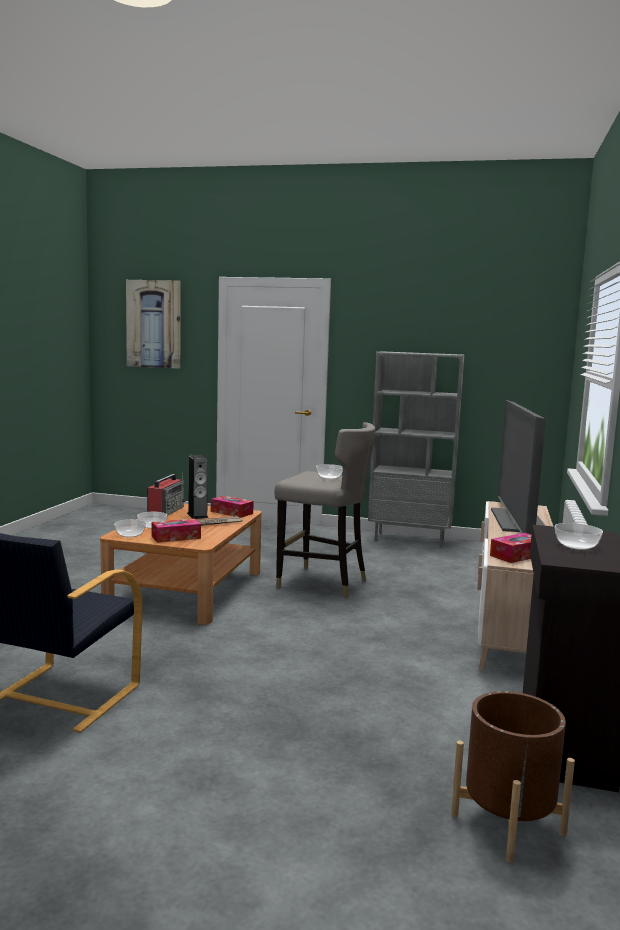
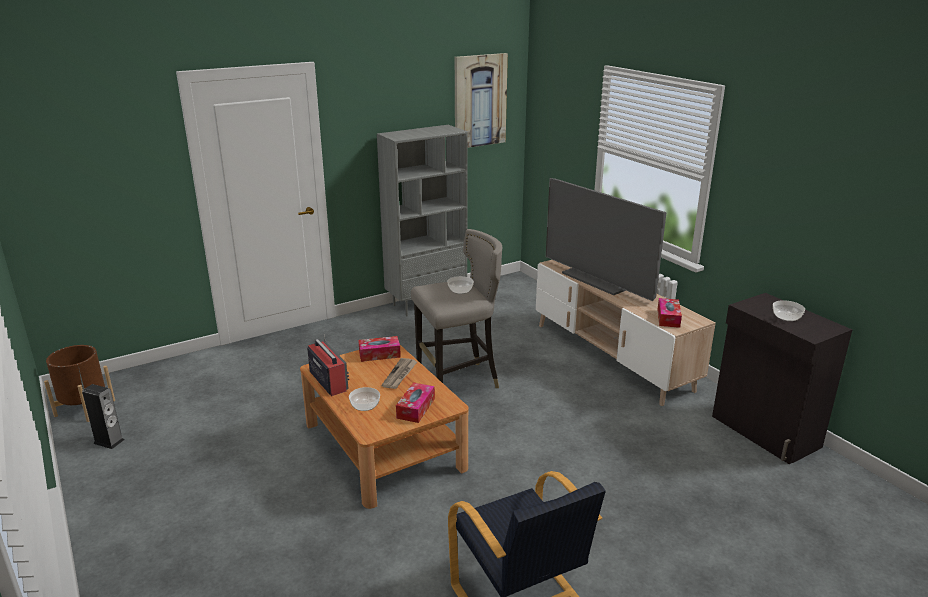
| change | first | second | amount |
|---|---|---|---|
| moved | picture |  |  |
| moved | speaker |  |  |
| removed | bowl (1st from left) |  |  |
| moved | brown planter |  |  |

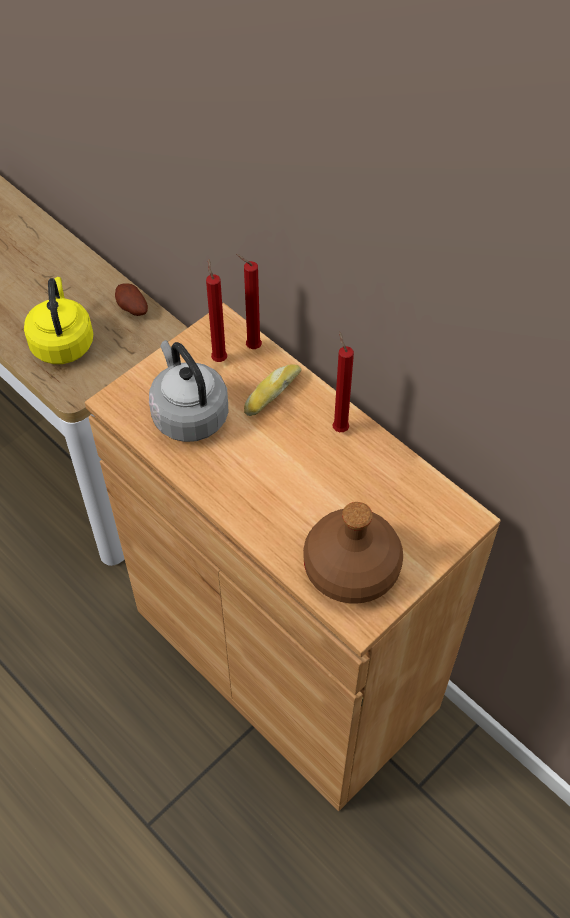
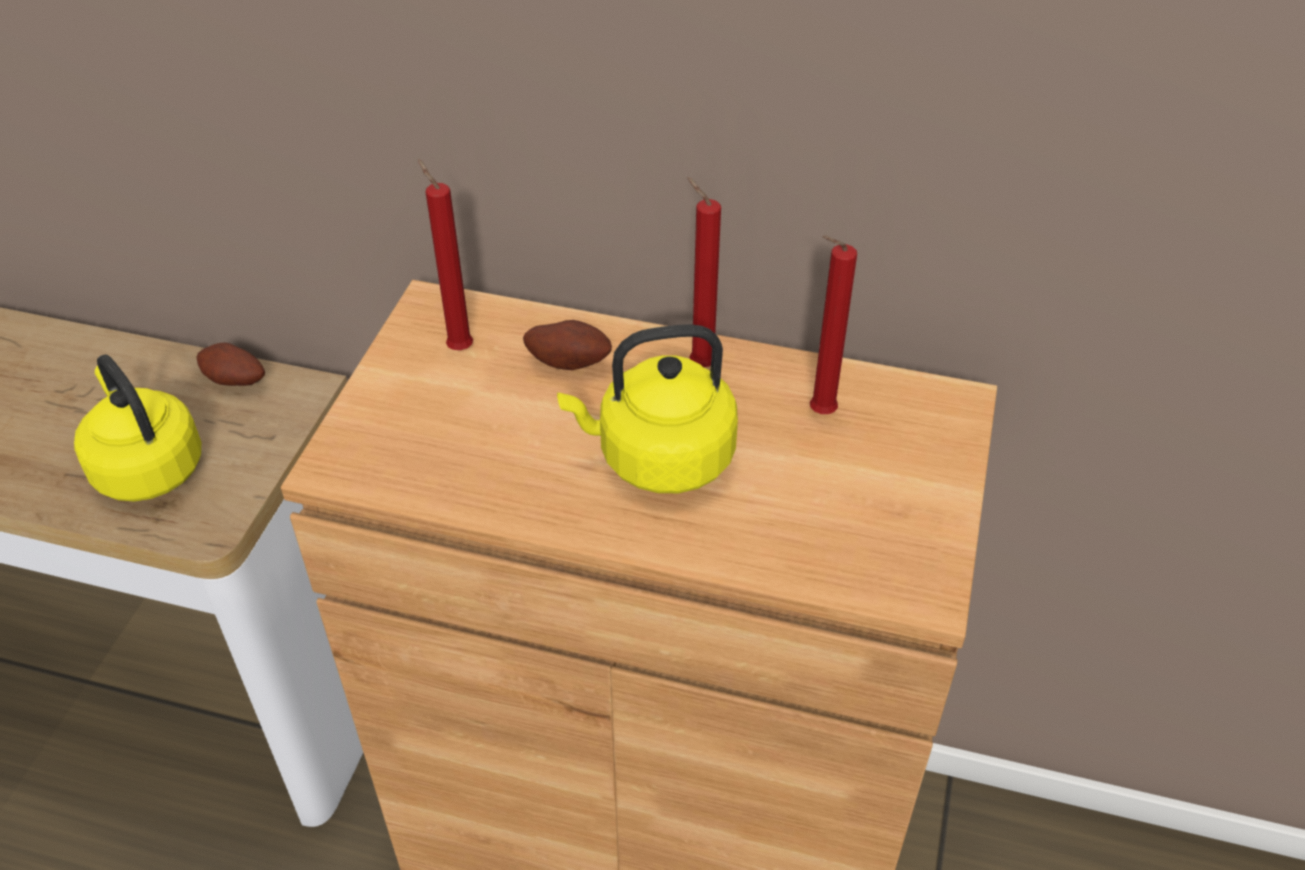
| change | first | second | amount |
|---|---|---|---|
| moved | red candle (2nd from left in the first image) | red candle (3rd from left) |  |
| removed | grey kettle |  |  |
| replaced | bread | potato (2nd from left) |  |
| removed | brown bottle |  |  |
| added |  | yellow kettle (2nd from left) |  |

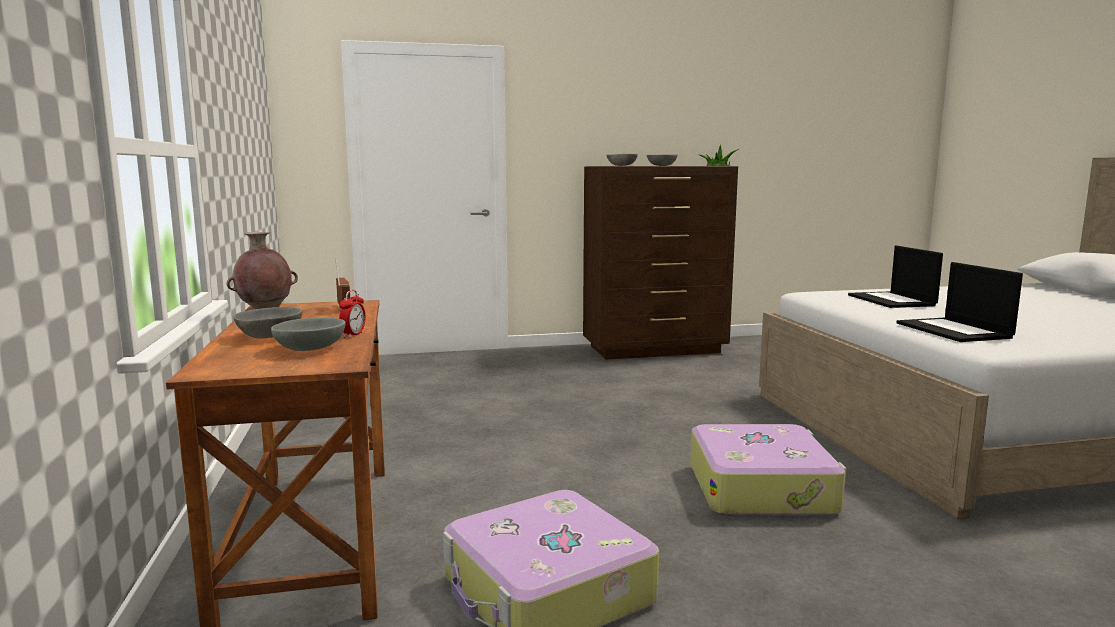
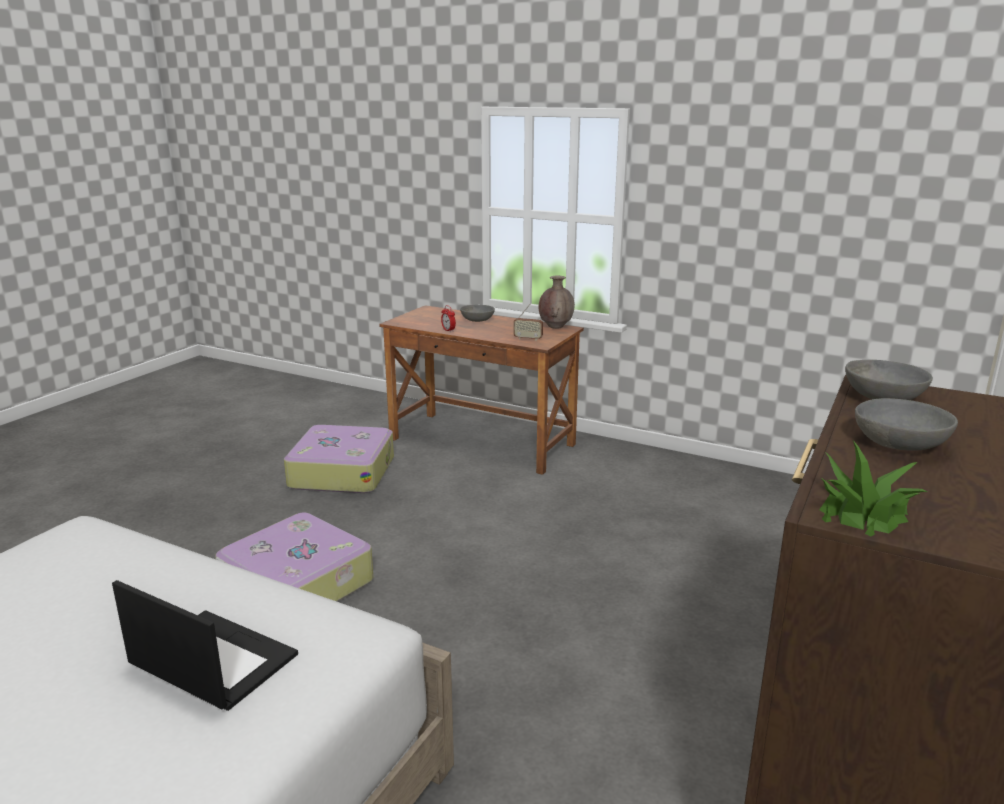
| change | first | second | amount |
|---|---|---|---|
| removed | laptop (2nd from left) |  |  |
| removed | grey bowl (2nd from left) |  |  |

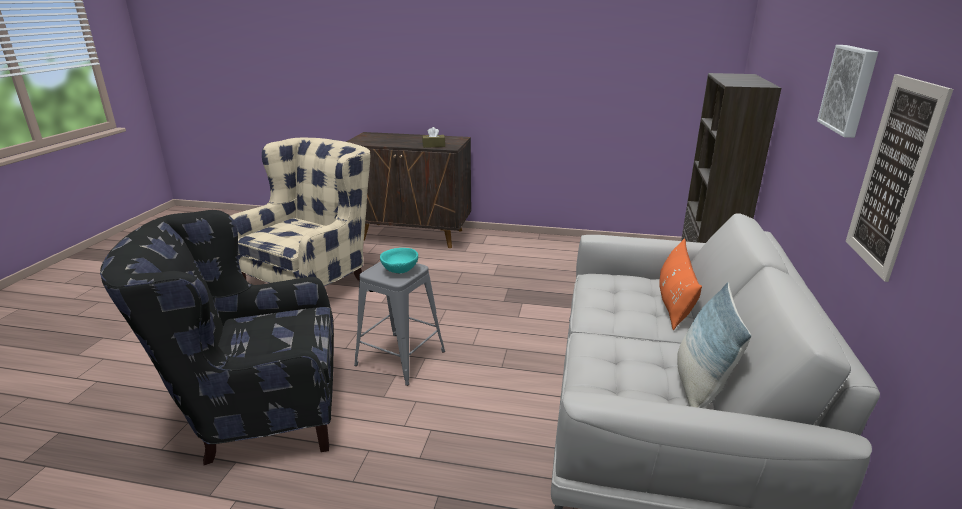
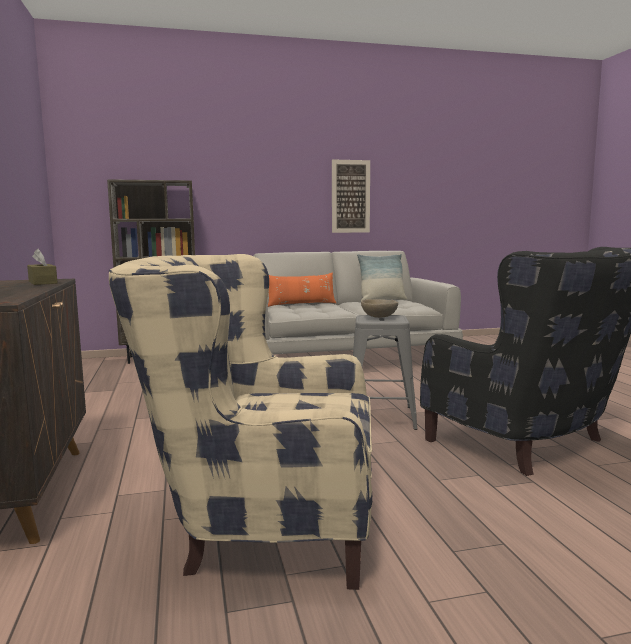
| change | first | second | amount |
|---|---|---|---|
| removed | picture (1st from left) |  |  |
| recoloured | turquoise bowl | beige bowl |  |

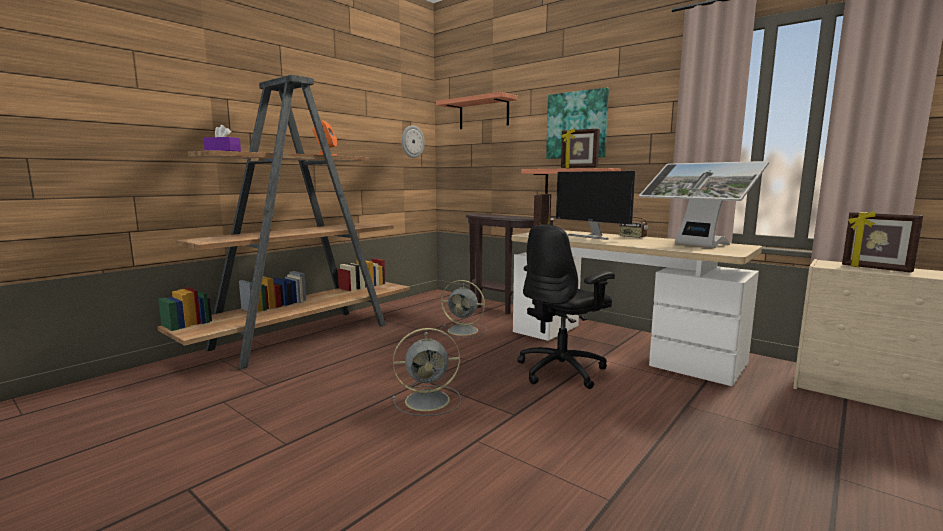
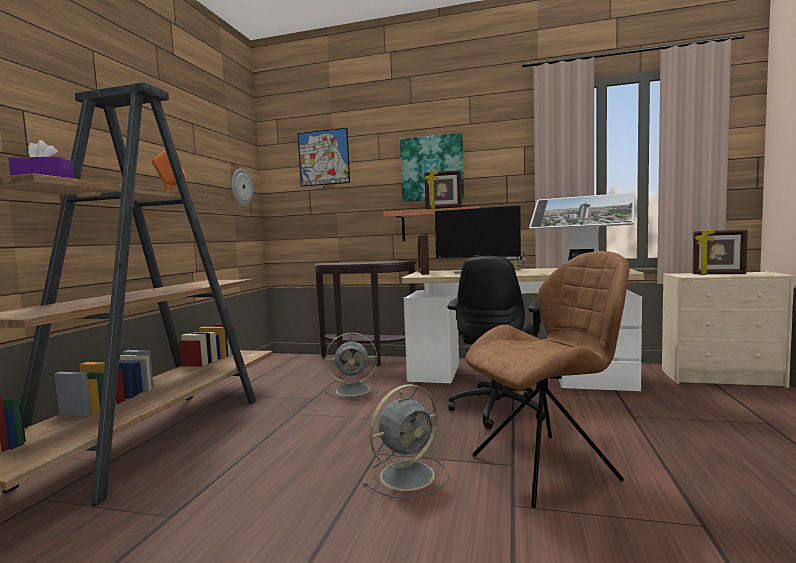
| change | first | second | amount |
|---|---|---|---|
| replaced | shelf (1st from left) | picture (1st from left) |  |
| added |  | brown chair |  |

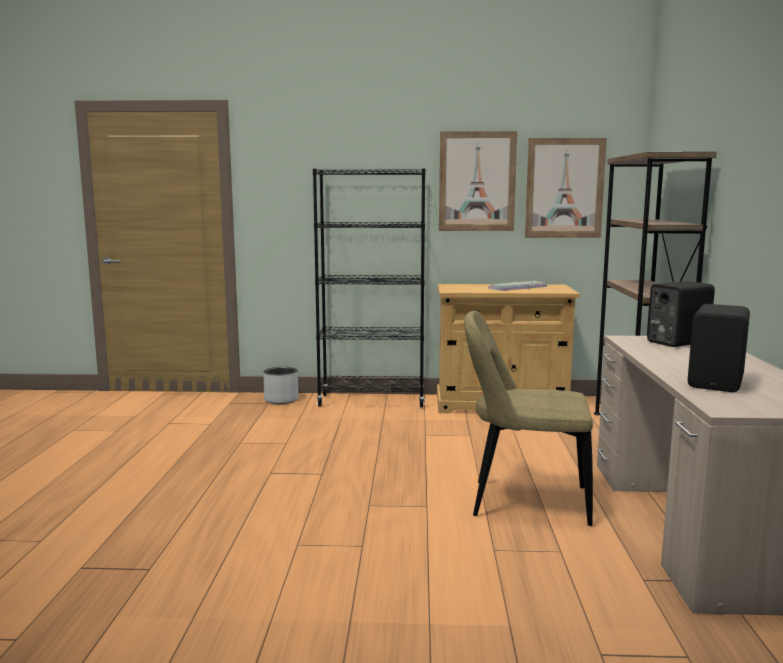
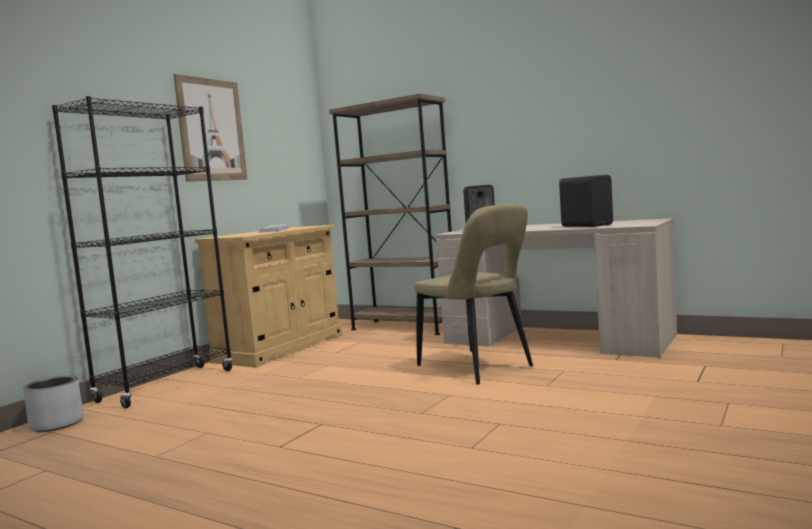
| change | first | second | amount |
|---|---|---|---|
| removed | picture (2nd from left) |  |  |
| turned | beige chair |  | 75 degrees counterclockwise |

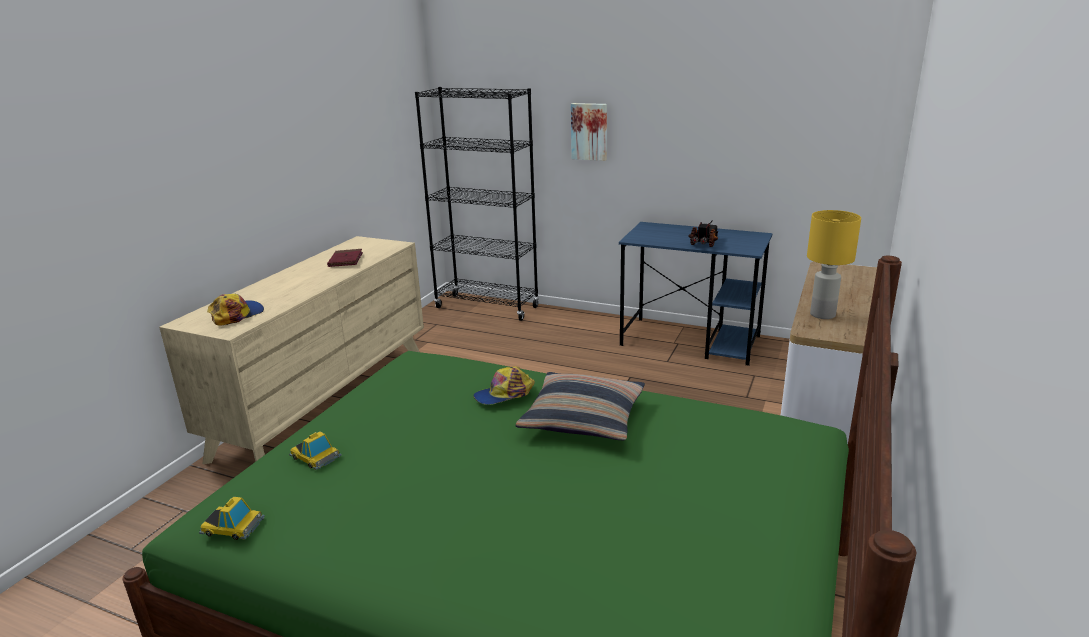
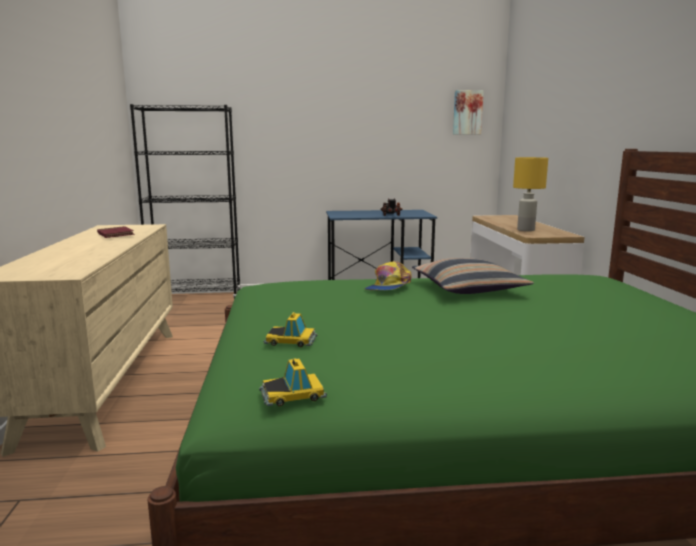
| change | first | second | amount |
|---|---|---|---|
| moved | picture |  |  |
| removed | cap (1st from left) |  |  |

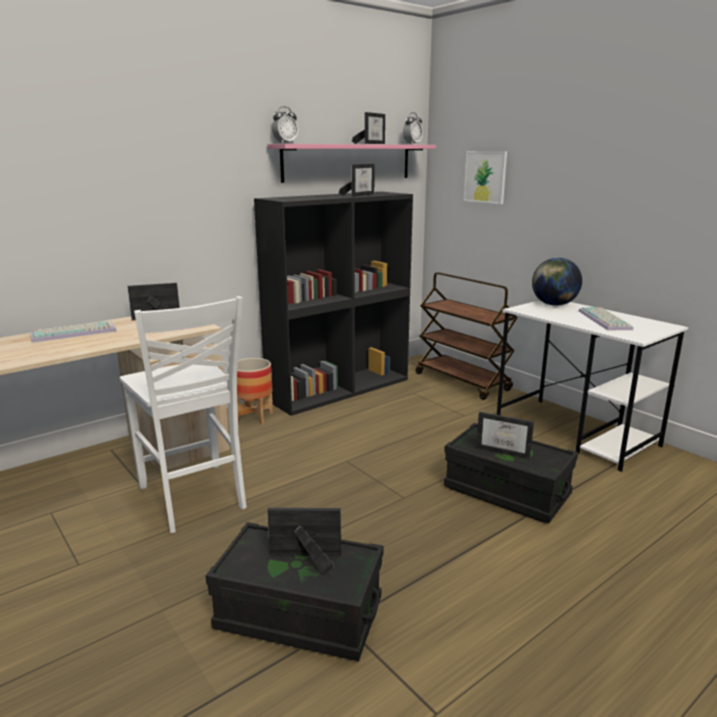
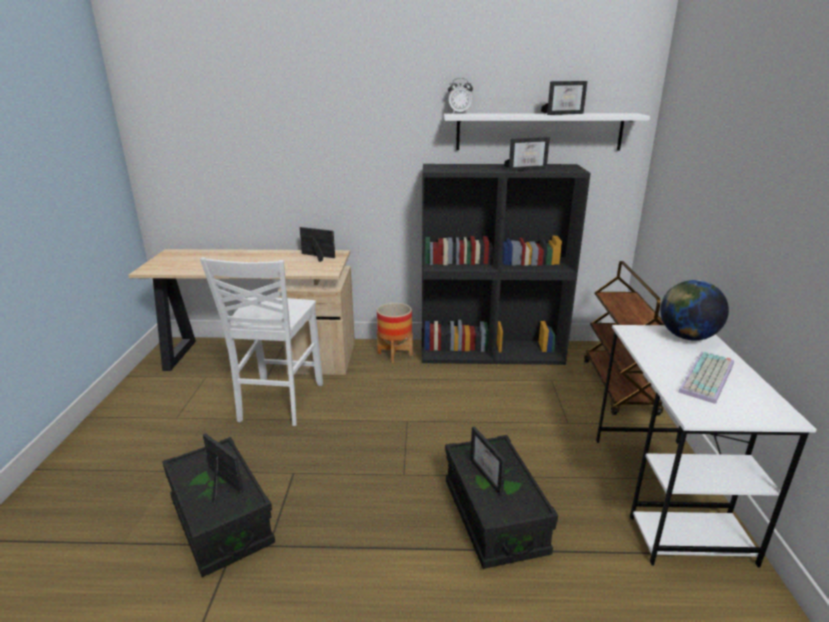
| change | first | second | amount |
|---|---|---|---|
| removed | alarm clock (2nd from left) |  |  |
| recoloured | pink shelf | white shelf |  |
| removed | picture |  |  |
| removed | keyboard (1st from left) |  |  |

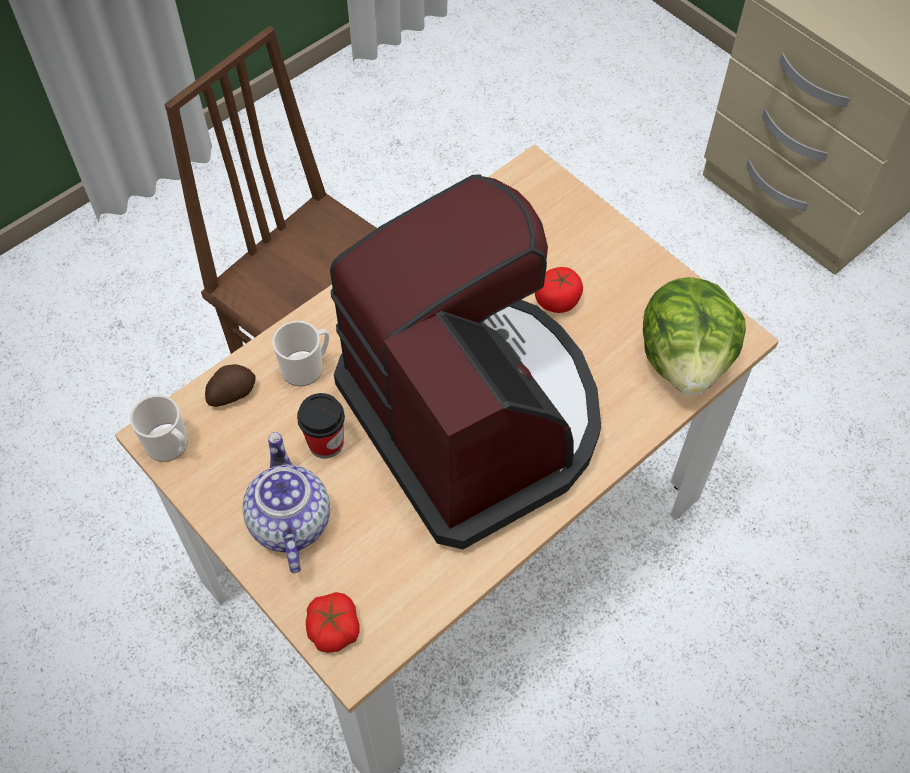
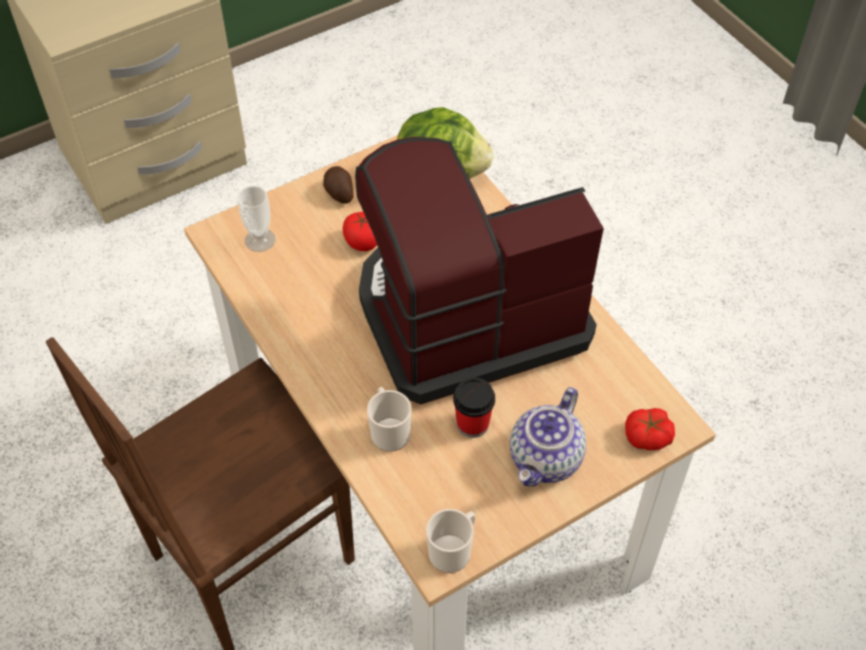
| change | first | second | amount |
|---|---|---|---|
| moved | potato |  |  |
| turned | teapot |  | 60 degrees counterclockwise |
| added |  | cup (1st from left) |  |

